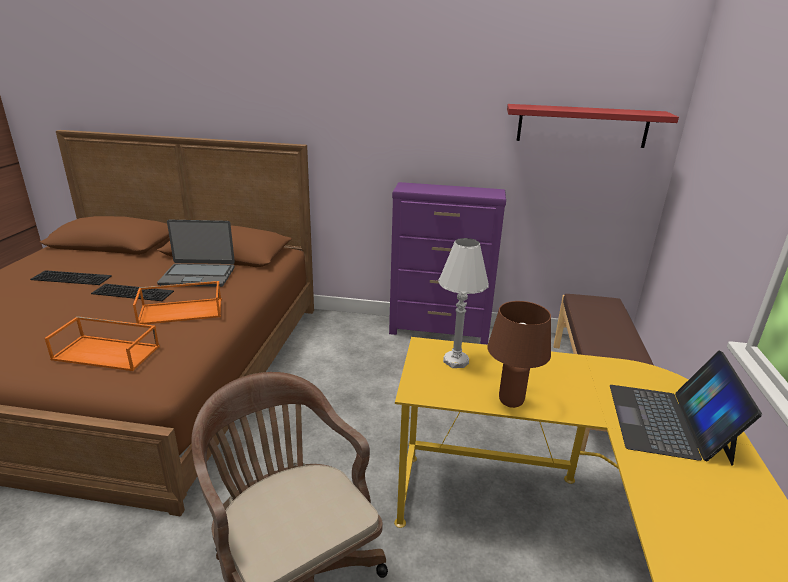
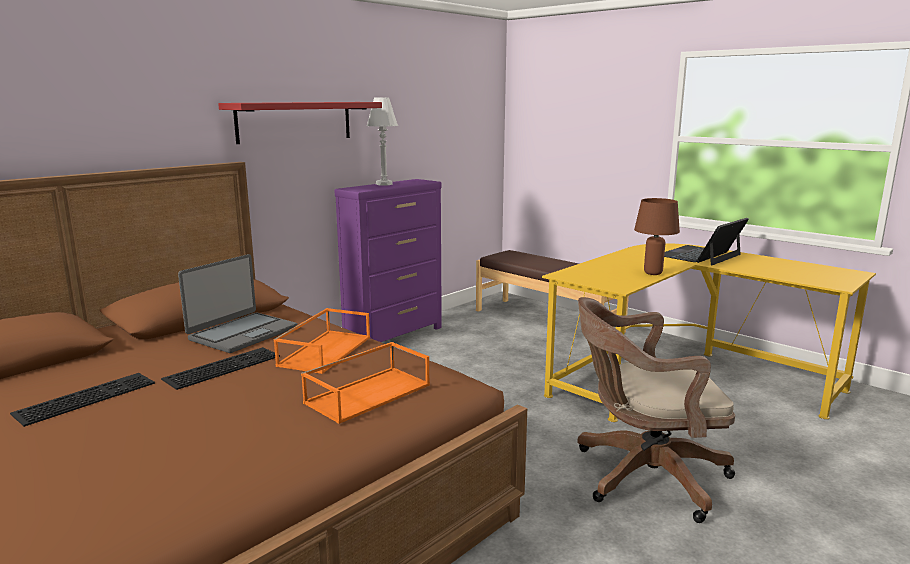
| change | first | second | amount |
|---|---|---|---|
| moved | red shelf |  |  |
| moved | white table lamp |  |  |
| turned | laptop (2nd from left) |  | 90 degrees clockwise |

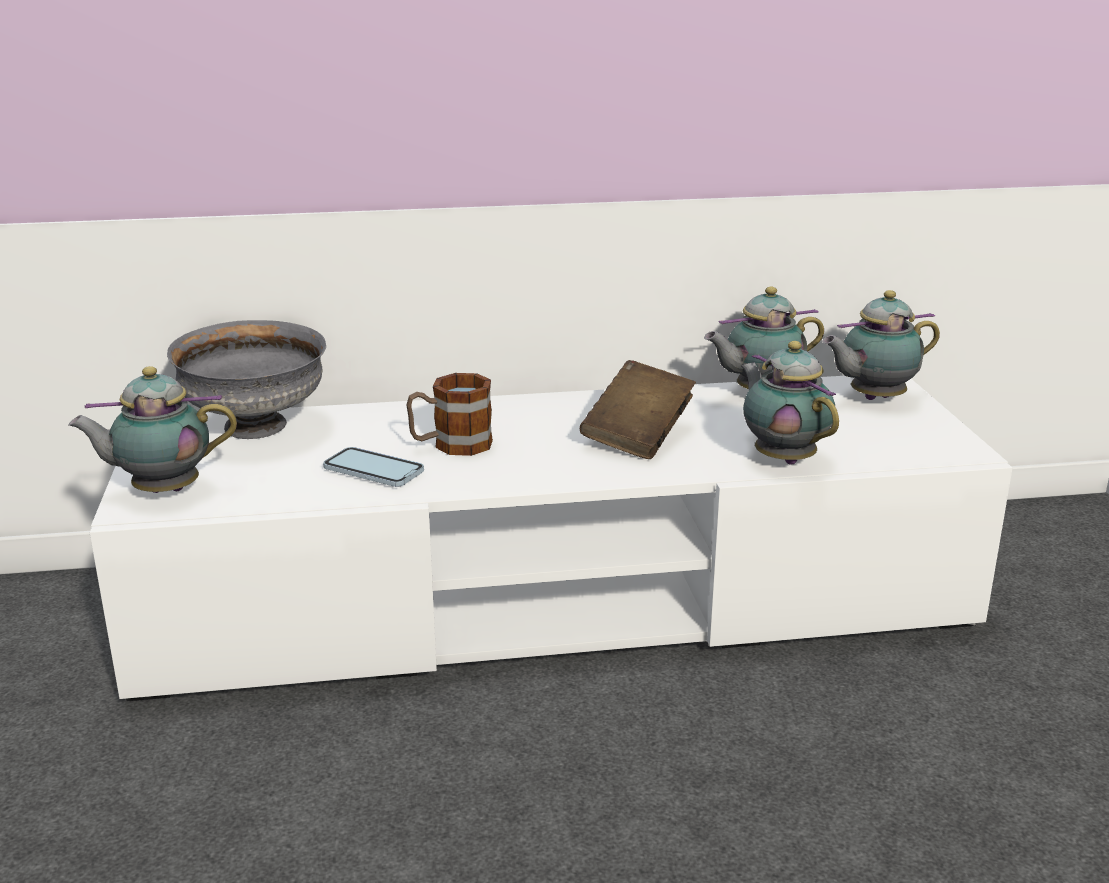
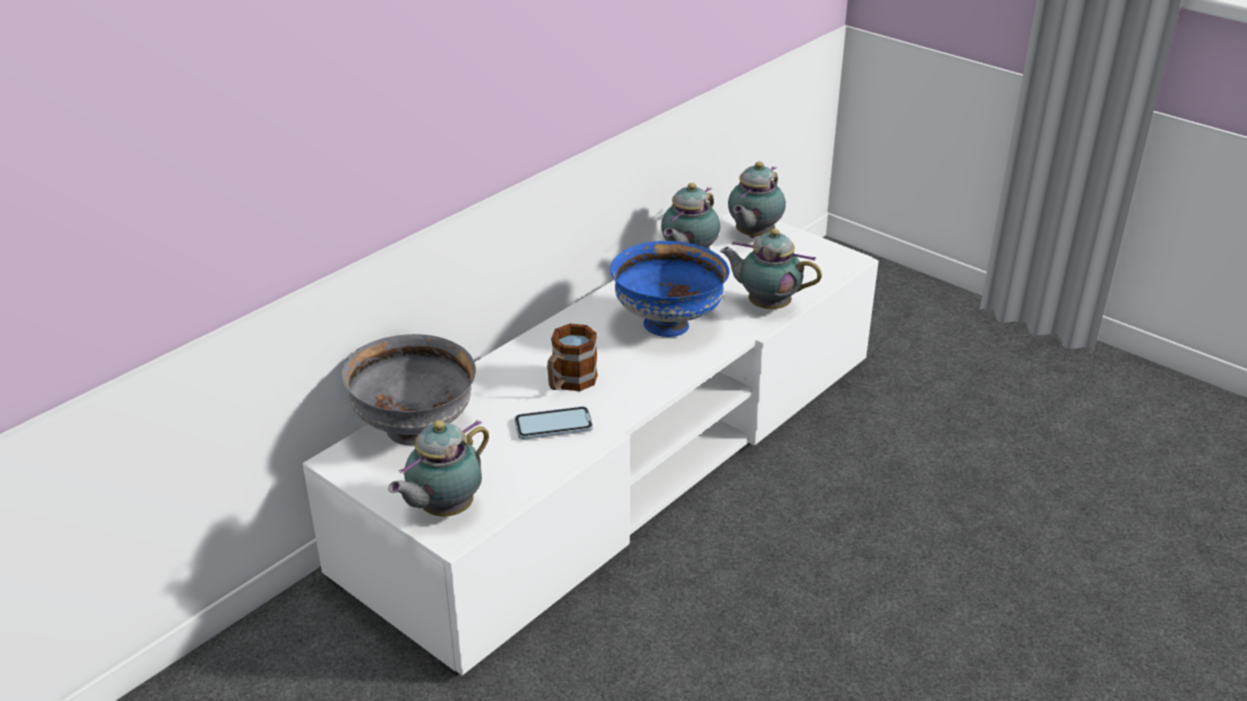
| change | first | second | amount |
|---|---|---|---|
| replaced | brown book | blue bowl |  |

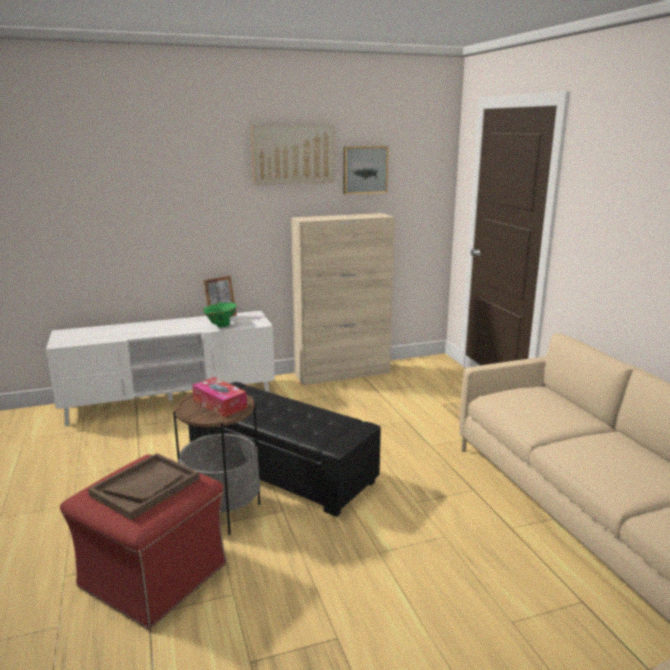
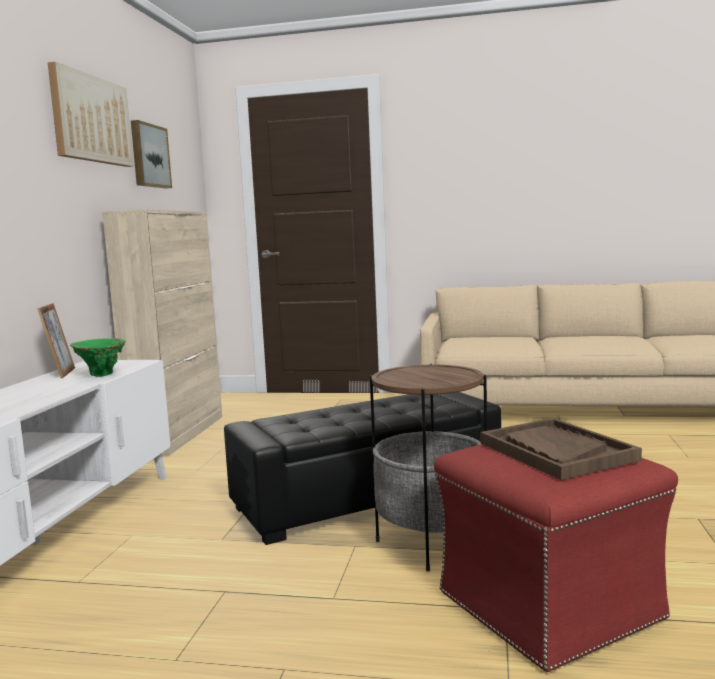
| change | first | second | amount |
|---|---|---|---|
| removed | tissue box |  |  |

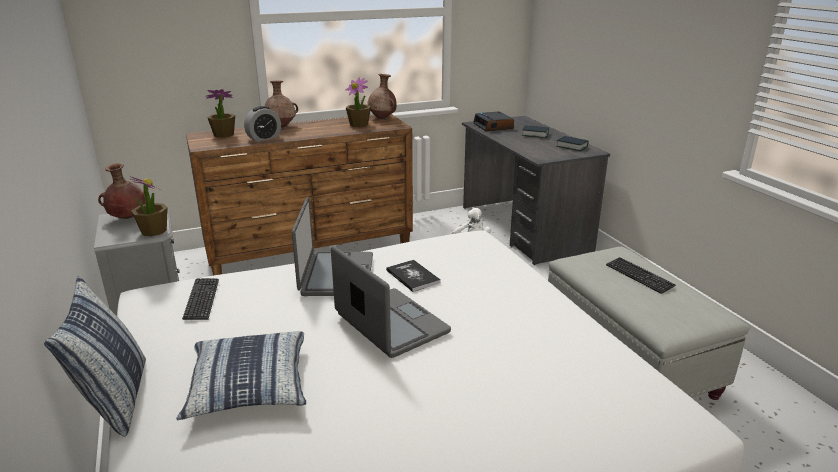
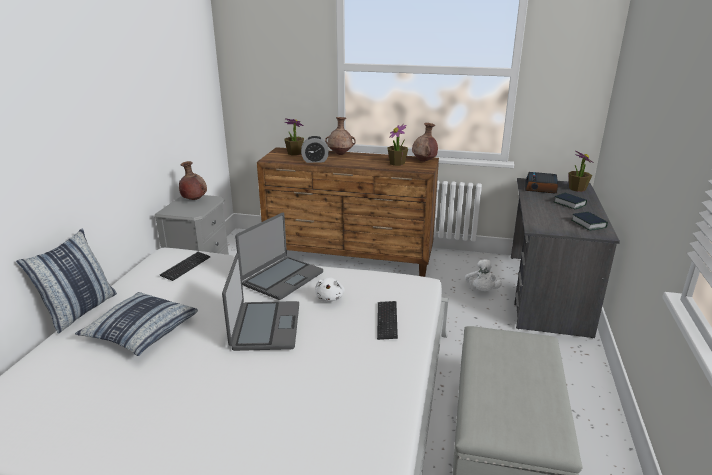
| change | first | second | amount |
|---|---|---|---|
| moved | potted plant (1st from left in the first image) | potted plant (3rd from left) |  |
| moved | keyboard (2nd from left) |  |  |
| replaced | book (1st from left) | white plush toy (1st from left) |  |

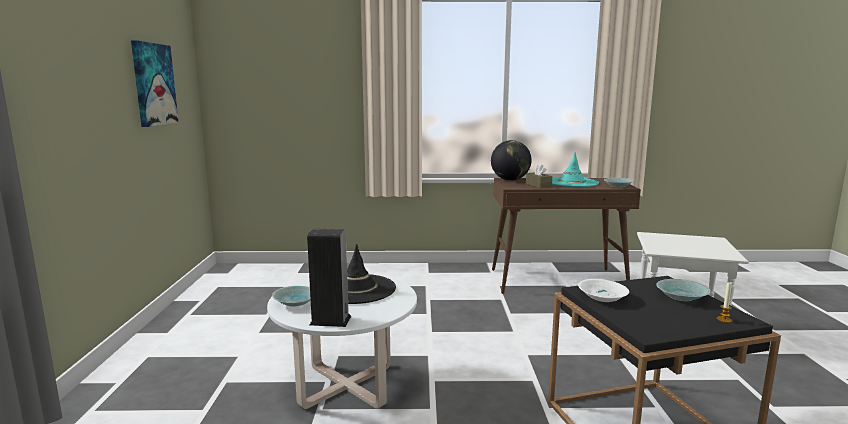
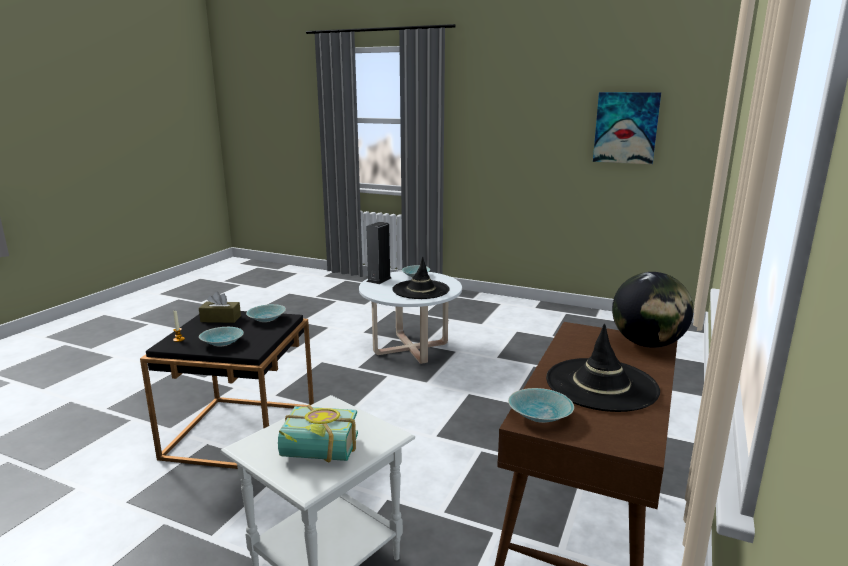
| change | first | second | amount |
|---|---|---|---|
| recoloured | turquoise hat | black hat (2nd from left) |  |
| moved | brown tissue box |  |  |
| recoloured | white bowl | turquoise bowl (2nd from left) |  |
| added |  | book |  |

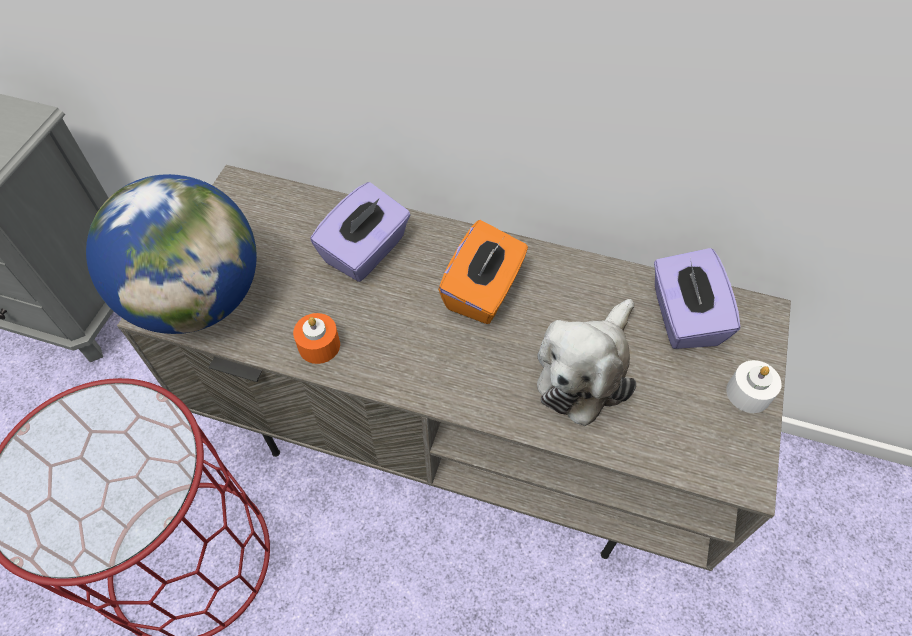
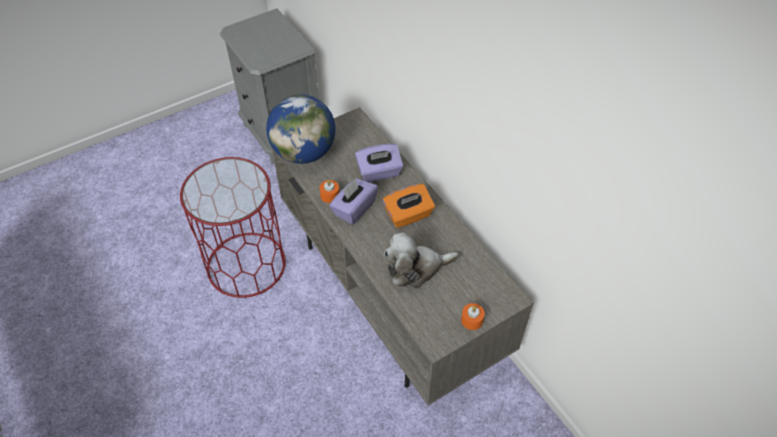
| change | first | second | amount |
|---|---|---|---|
| moved | purple tissue box (2nd from left in the first image) | purple tissue box (1st from left) |  |
| recoloured | white candle | orange candle (2nd from left) |  |

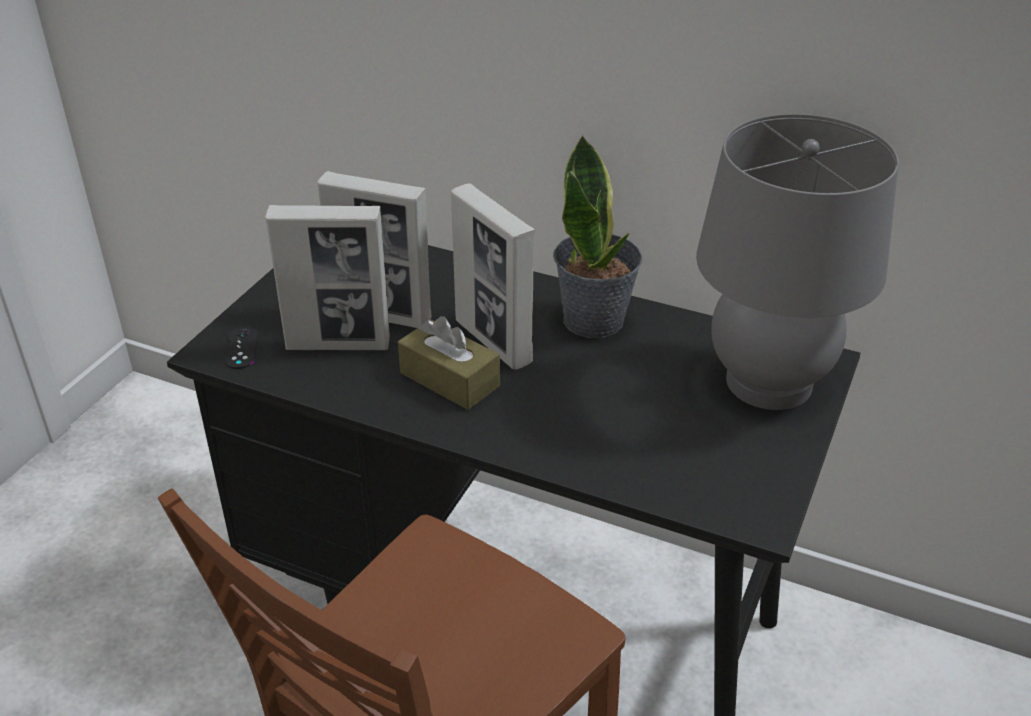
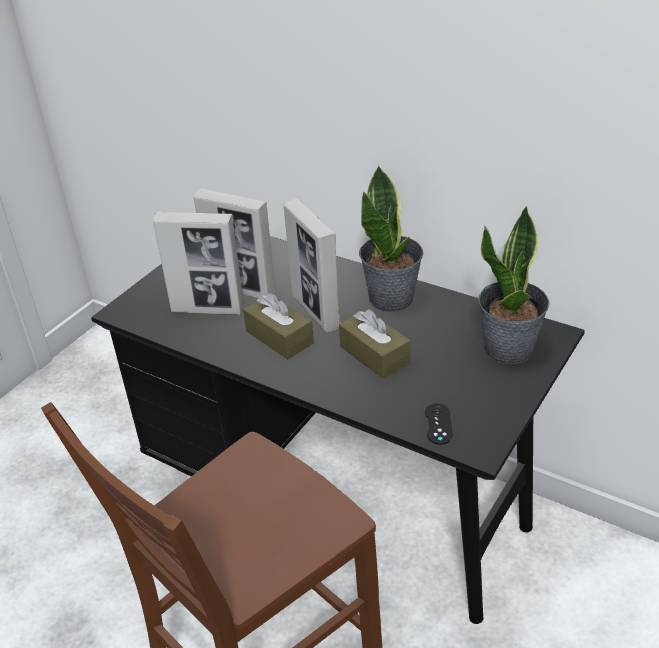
| change | first | second | amount |
|---|---|---|---|
| replaced | grey table lamp | potted plant (2nd from left) |  |
| moved | black game controller |  |  |
| added |  | brown tissue box (2nd from left) |  |

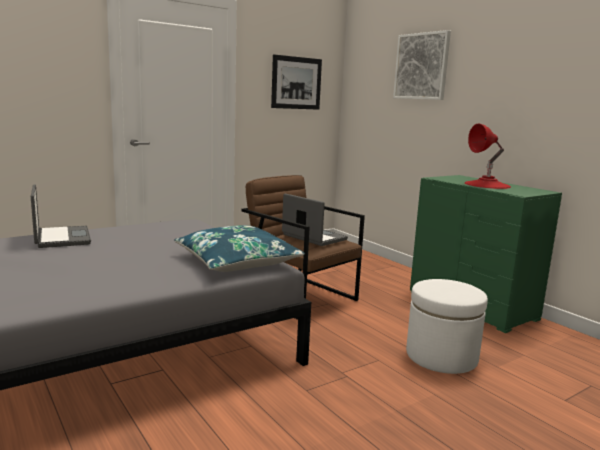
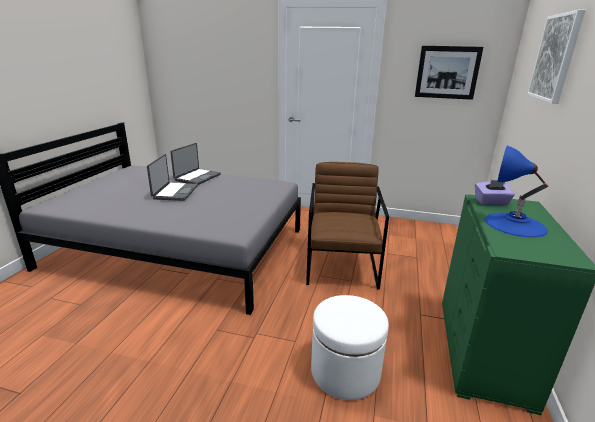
| change | first | second | amount |
|---|---|---|---|
| recoloured | red table lamp | blue table lamp |  |
| moved | laptop (2nd from left in the first image) | laptop (1st from left) |  |
| removed | blue pillow |  |  |
| added |  | purple tissue box |  |

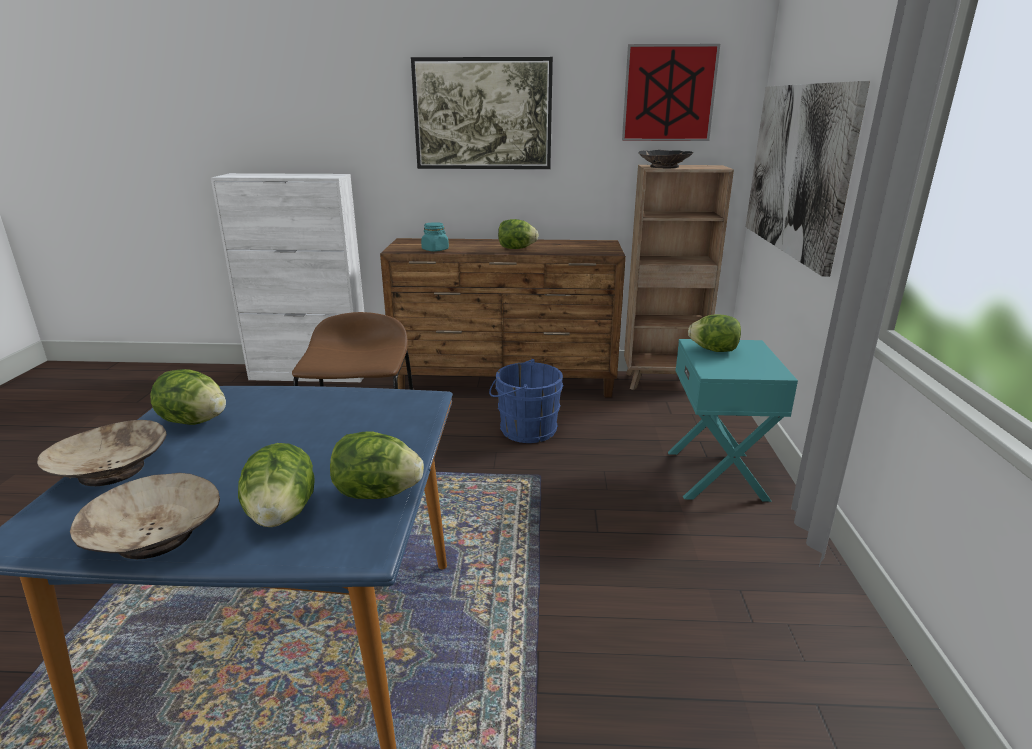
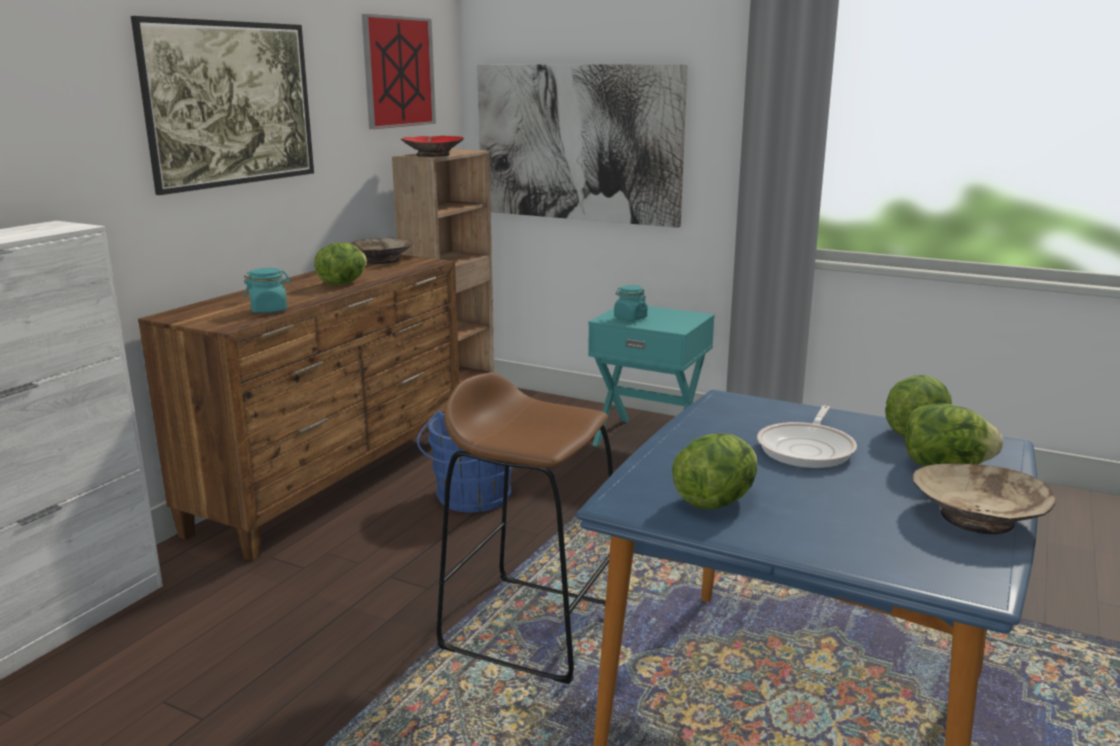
| change | first | second | amount |
|---|---|---|---|
| recoloured | black bowl | red bowl |  |
| replaced | lettuce (5th from left) | turquoise jar (2nd from left) |  |
| moved | beige bowl (1st from left) |  |  |
| added |  | frying pan |  |

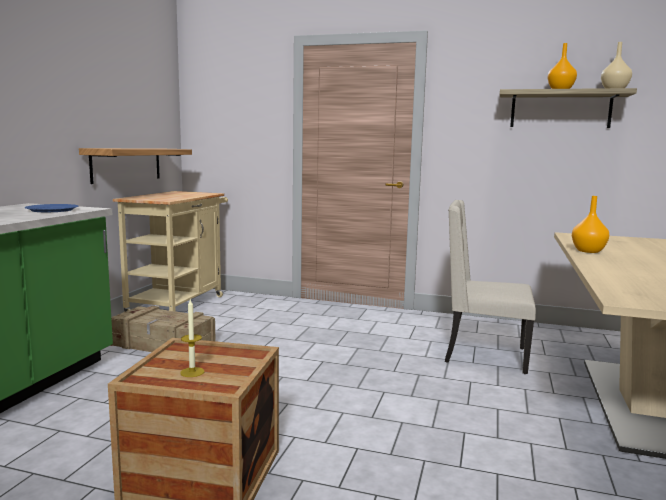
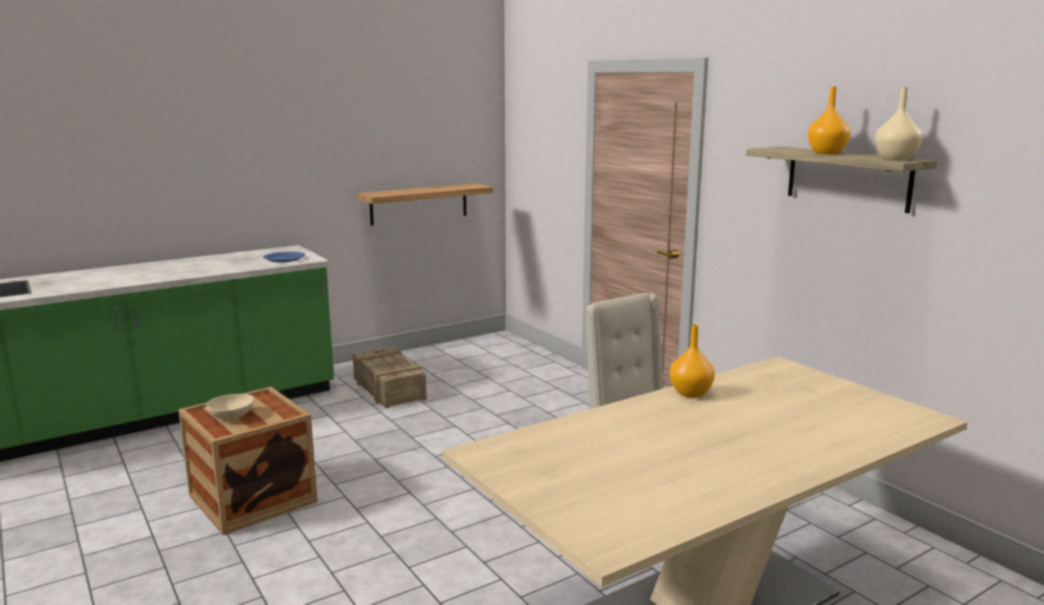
| change | first | second | amount |
|---|---|---|---|
| removed | beige cart |  |  |
| replaced | candle | beige bowl |  |

